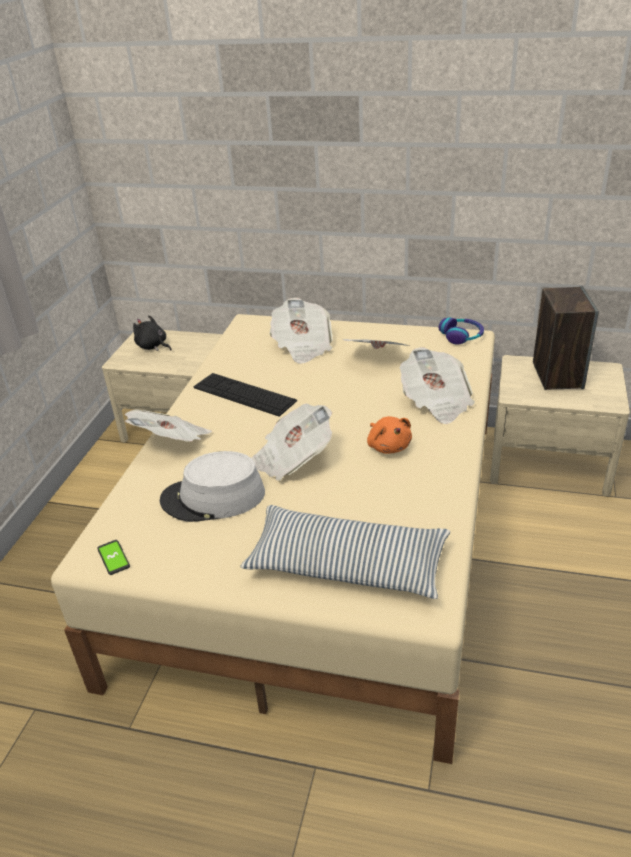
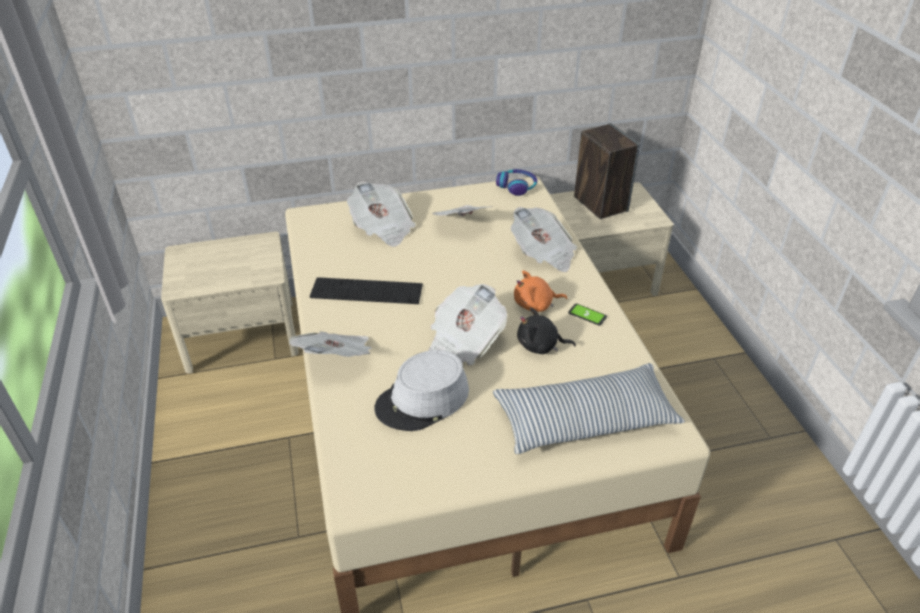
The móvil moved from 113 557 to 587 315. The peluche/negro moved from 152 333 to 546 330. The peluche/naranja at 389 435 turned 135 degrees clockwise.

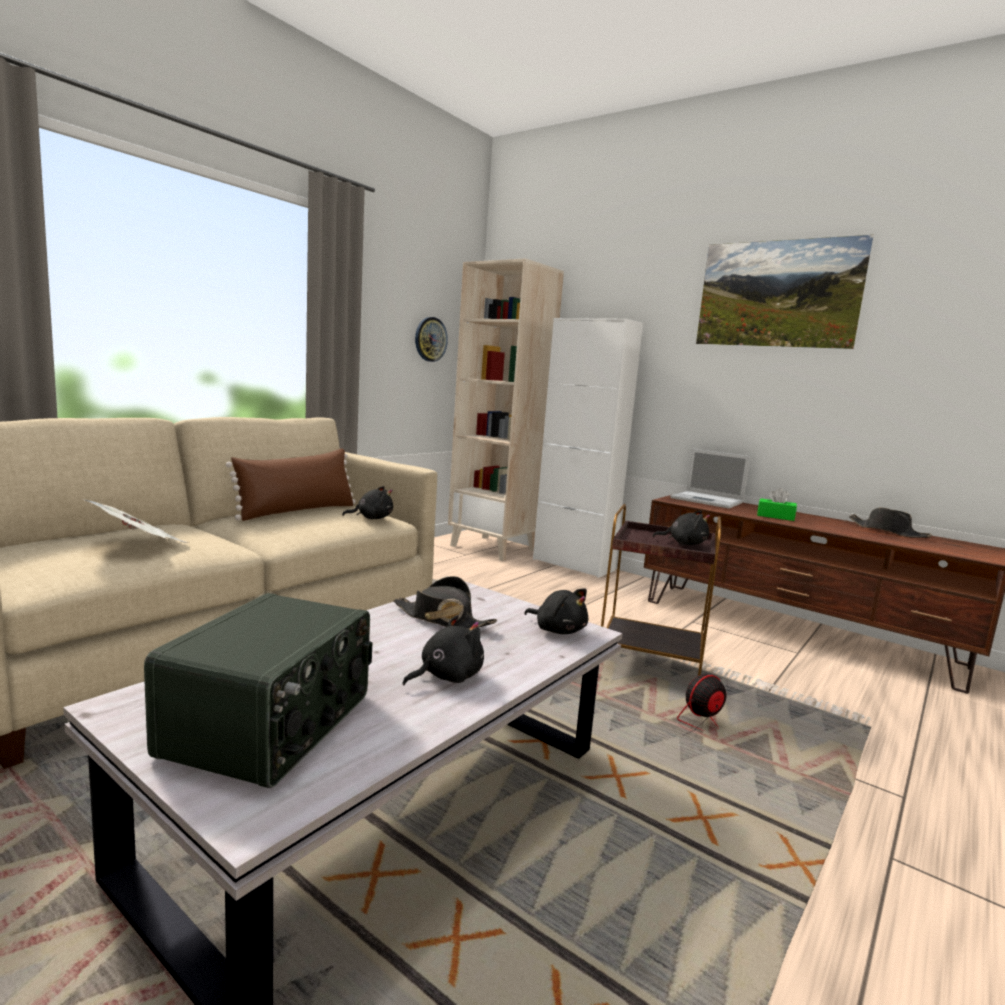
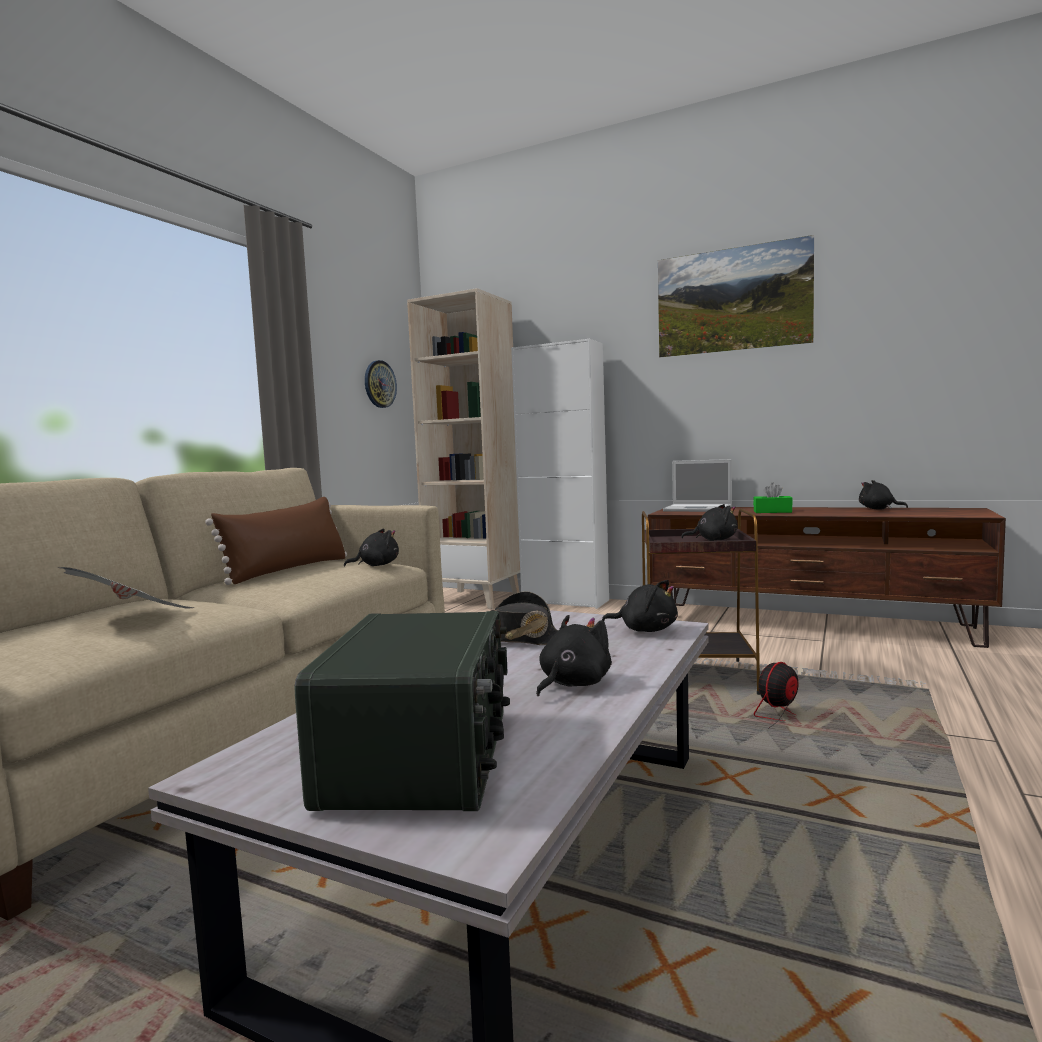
The sombrero/negro at 890 523 was replaced by the peluche/negro at 883 495.

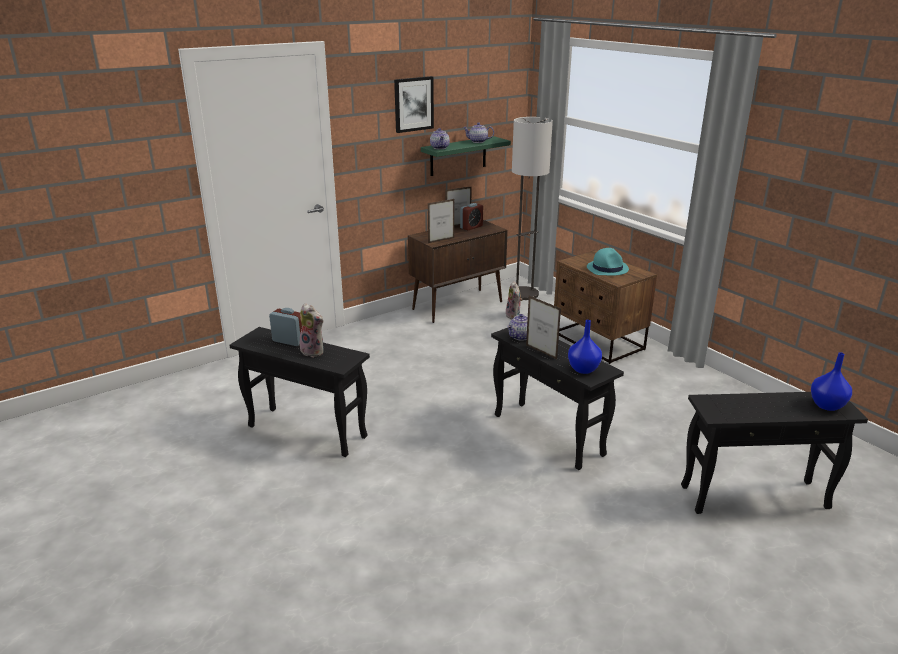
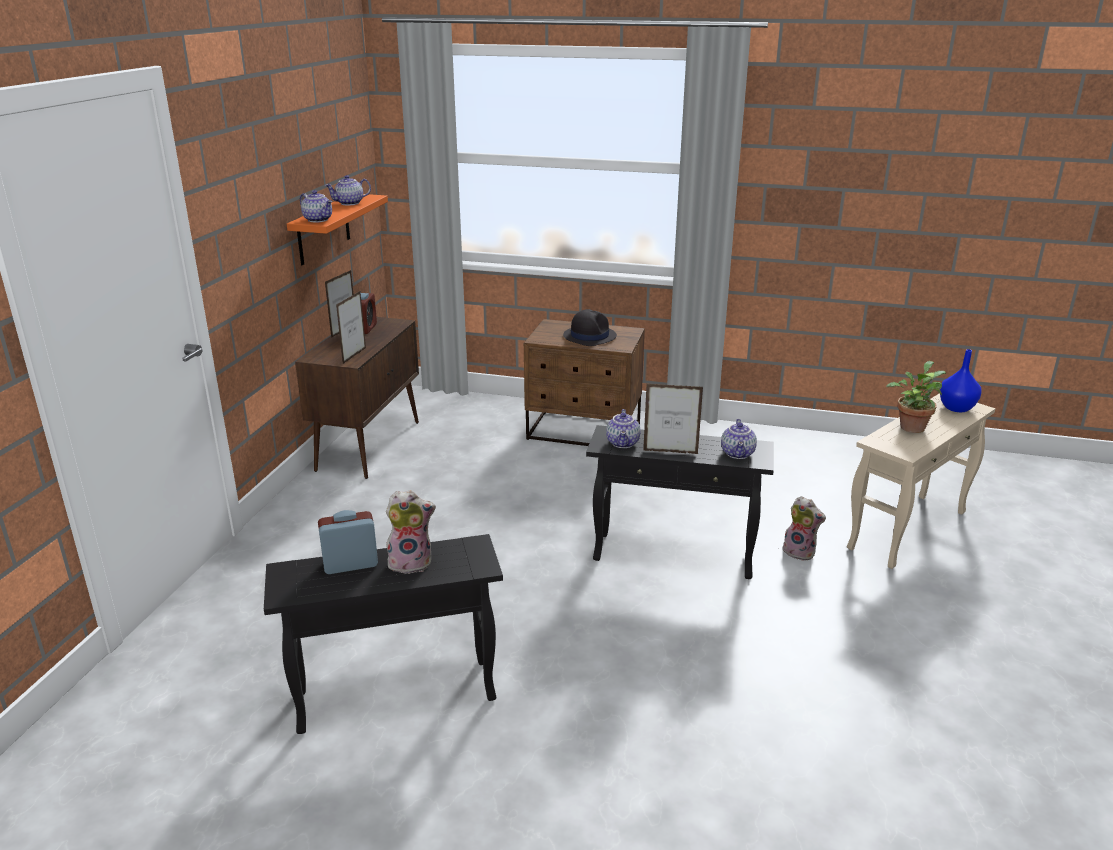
The cuadro at 414 104 disappeared. The lámpara de pie at 532 208 disappeared. The planta en maceta at 916 397 appeared. The peluche moved from 514 300 to 804 528. The florero/azul at 585 347 was replaced by the tetera at 739 439. The estante/verde at 466 156 became the estante/naranja at 337 229. The sombrero/turquesa at 608 262 became the sombrero/negro at 590 327. The mesa auxiliar/negro at 774 453 became the mesa auxiliar/beis at 921 481.

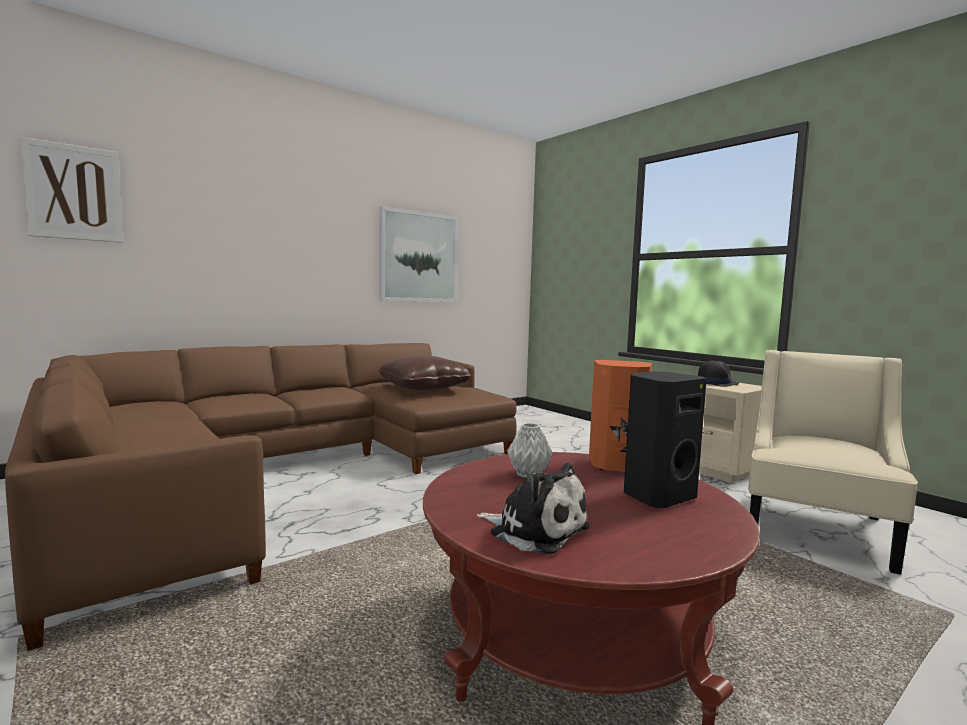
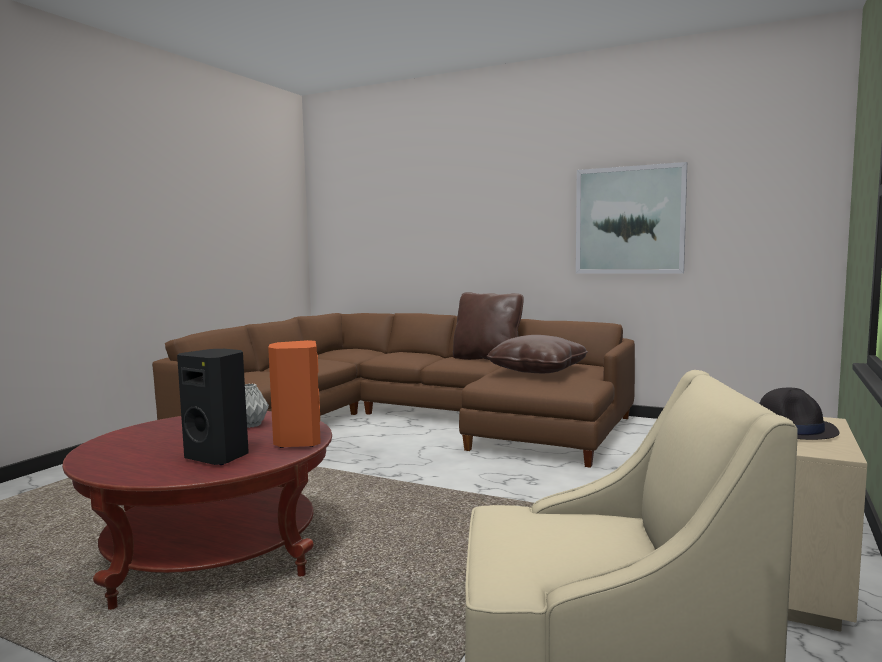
The cuadro at 72 190 disappeared. The peluche at 533 509 disappeared. The cojín/marrón at 488 326 appeared.

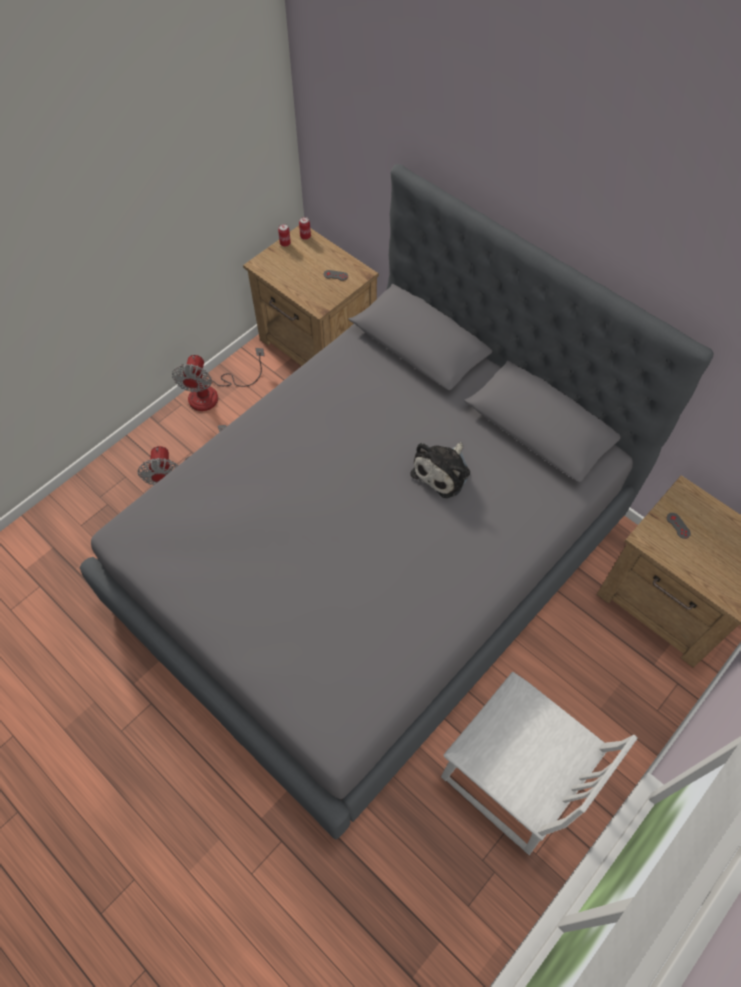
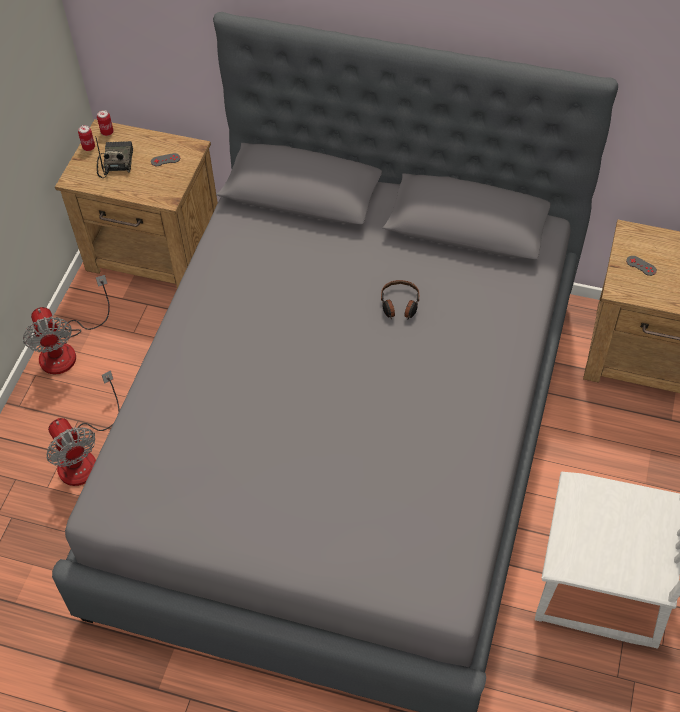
The radio at 114 157 appeared. The peluche at 440 470 was replaced by the auriculares at 400 300.

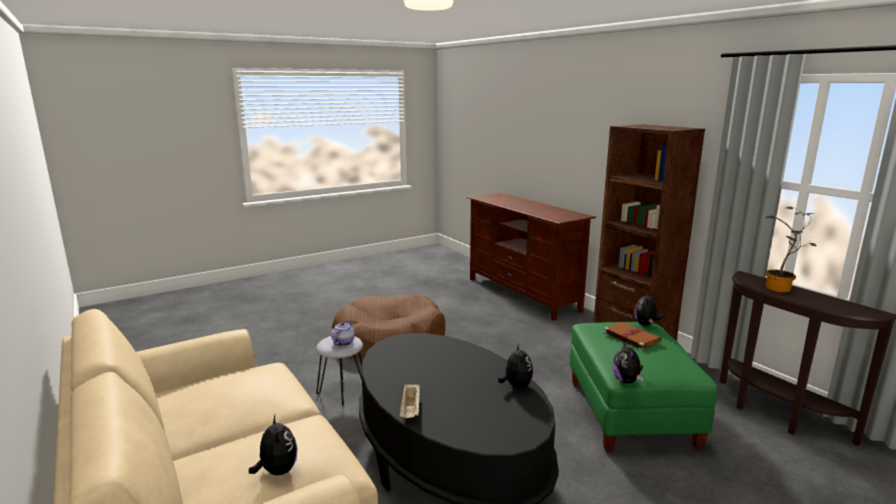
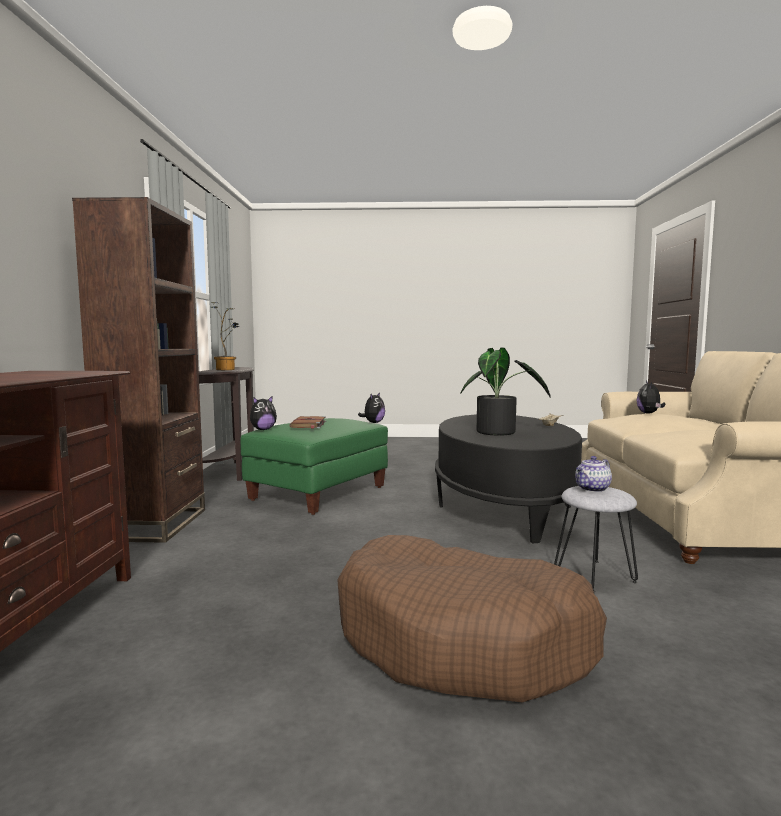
The peluche at 515 366 disappeared. The planta en maceta at 506 392 appeared.

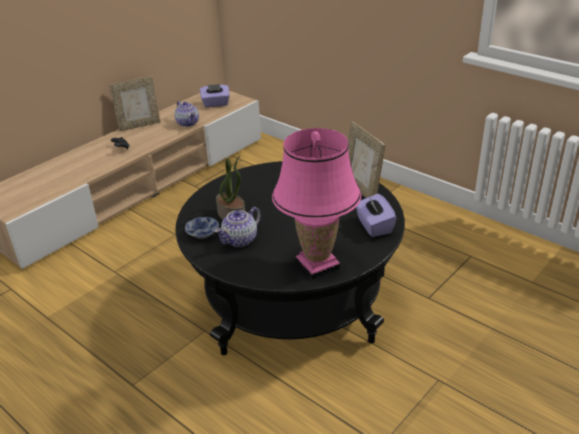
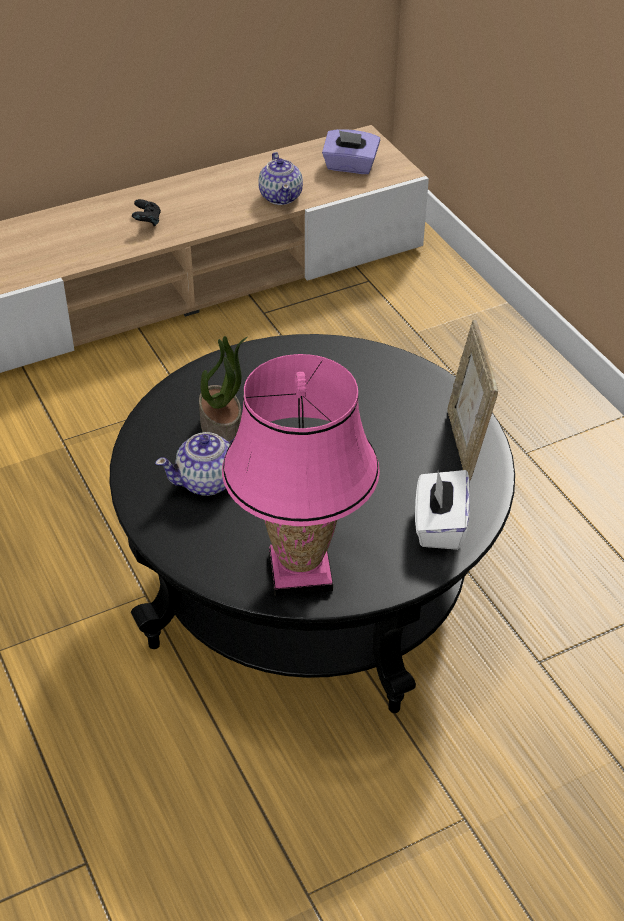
The portarretratos at 135 103 disappeared. The cuenco at 202 228 disappeared. The caja de pañuelos/morado at 376 215 became the caja de pañuelos/blanco at 442 510.

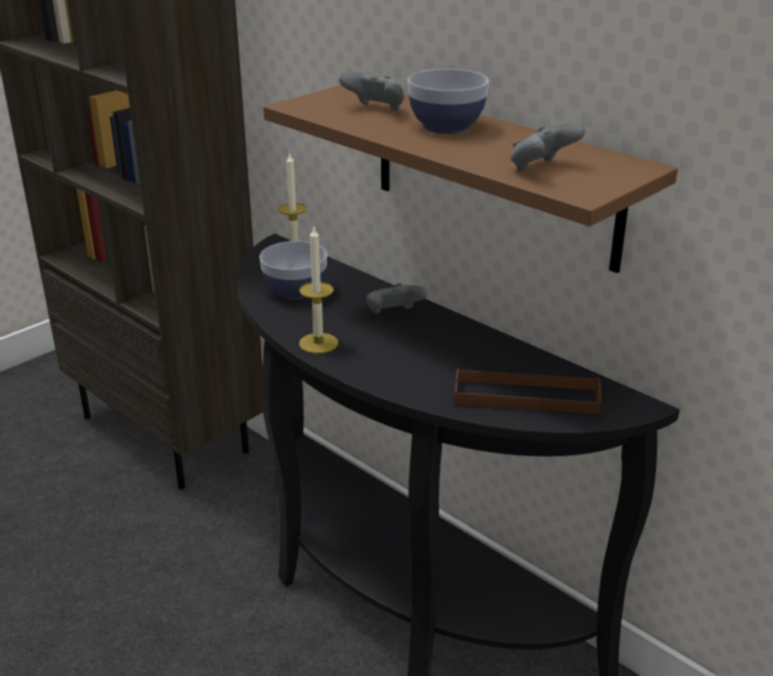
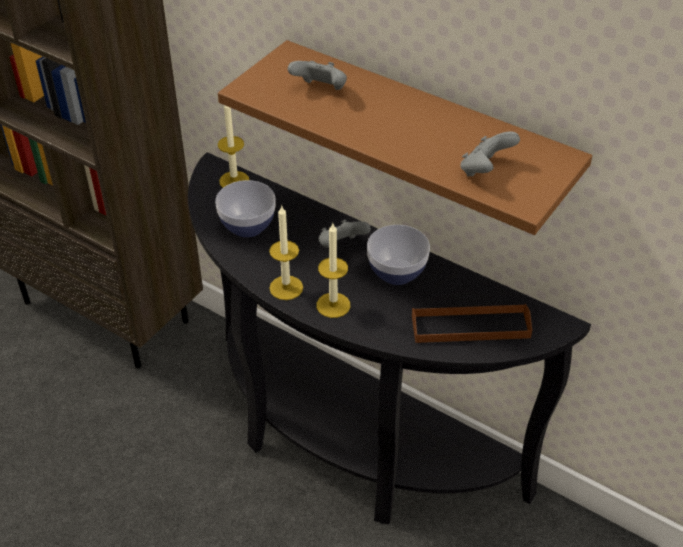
The vela at 333 270 appeared. The cuenco moved from 448 101 to 398 255.

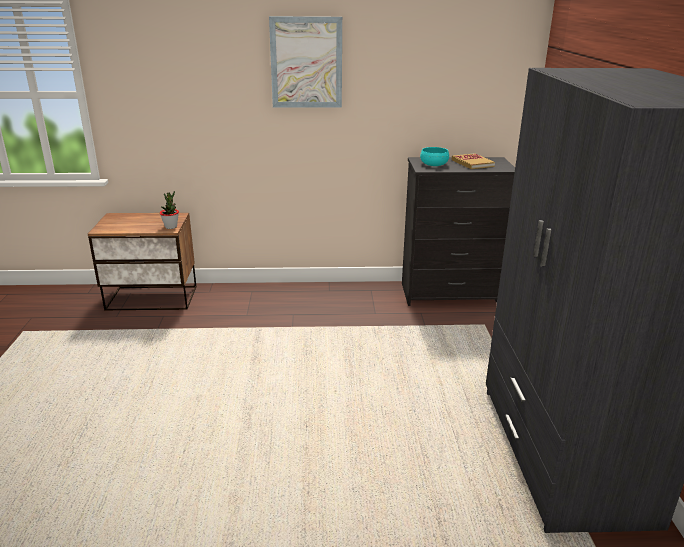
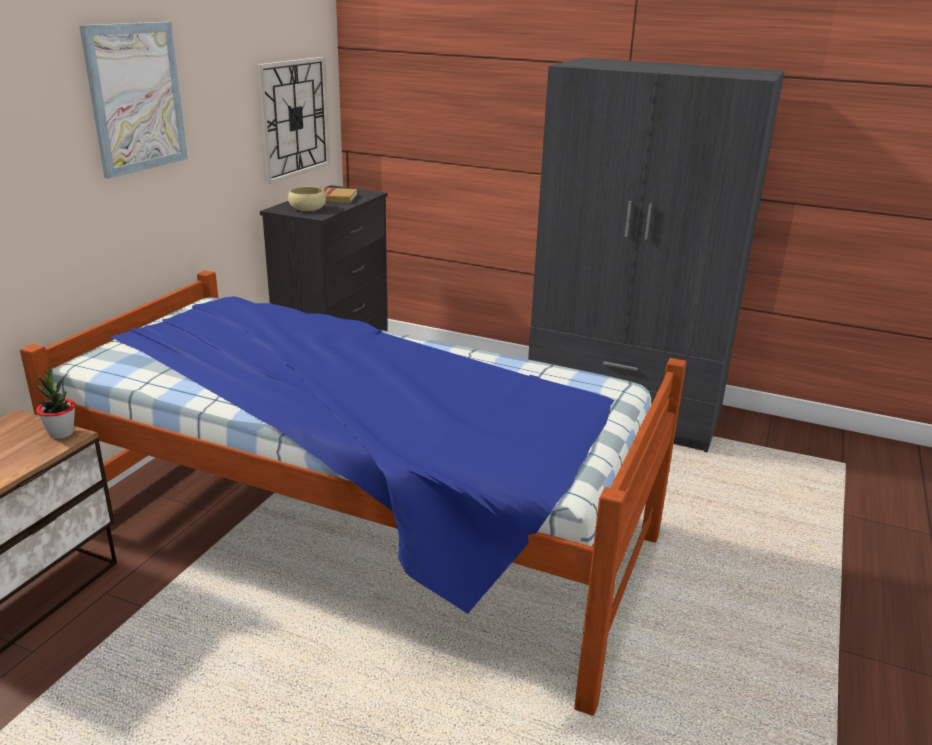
The cama at 353 493 appeared. The reloj de pared at 293 120 appeared. The cuenco/turquesa at 434 156 became the cuenco/beis at 307 199.

